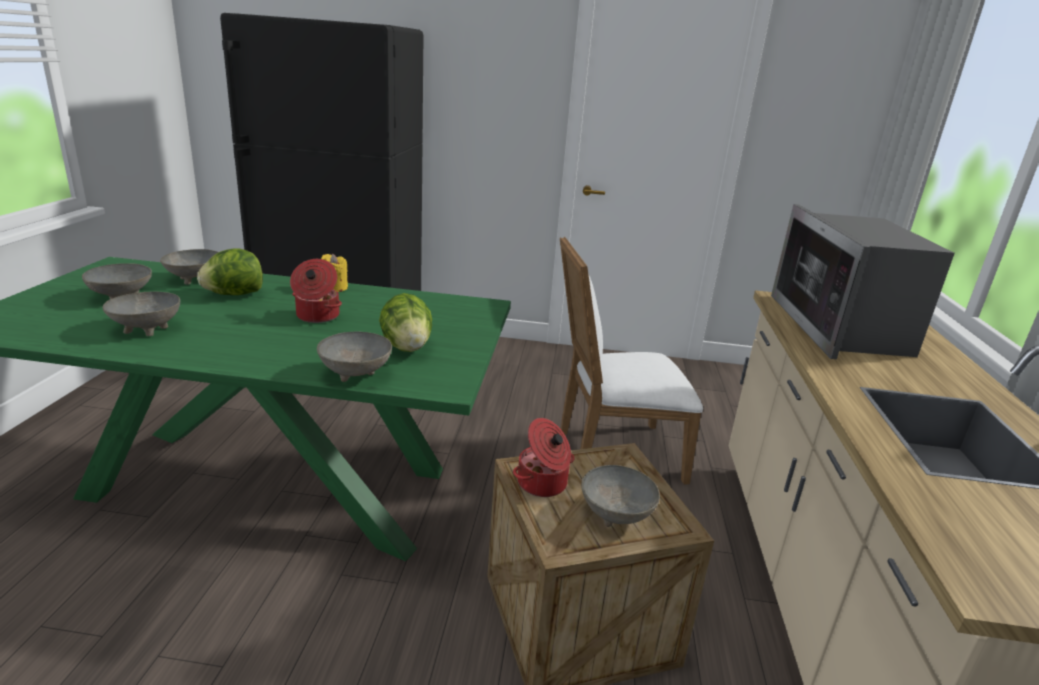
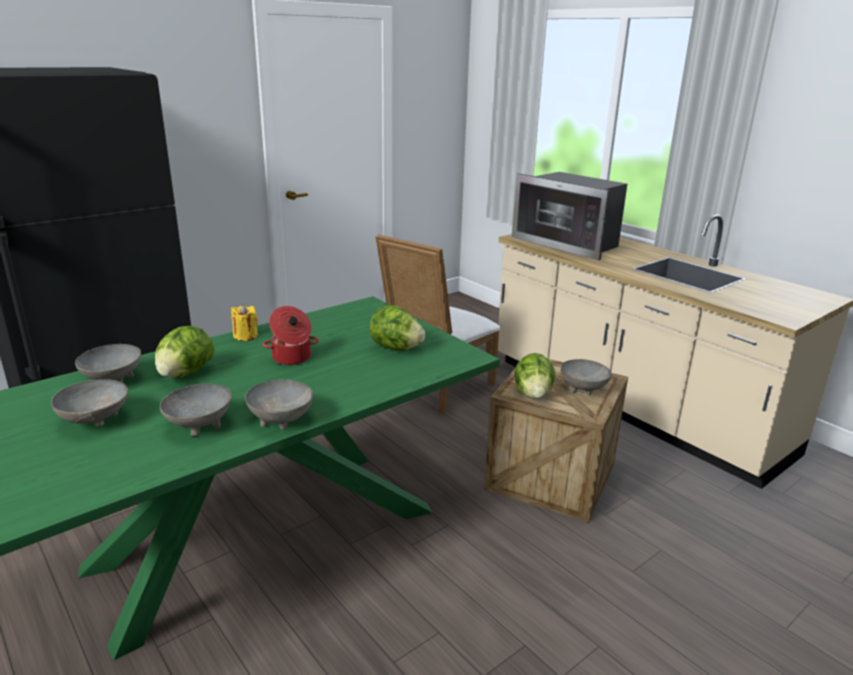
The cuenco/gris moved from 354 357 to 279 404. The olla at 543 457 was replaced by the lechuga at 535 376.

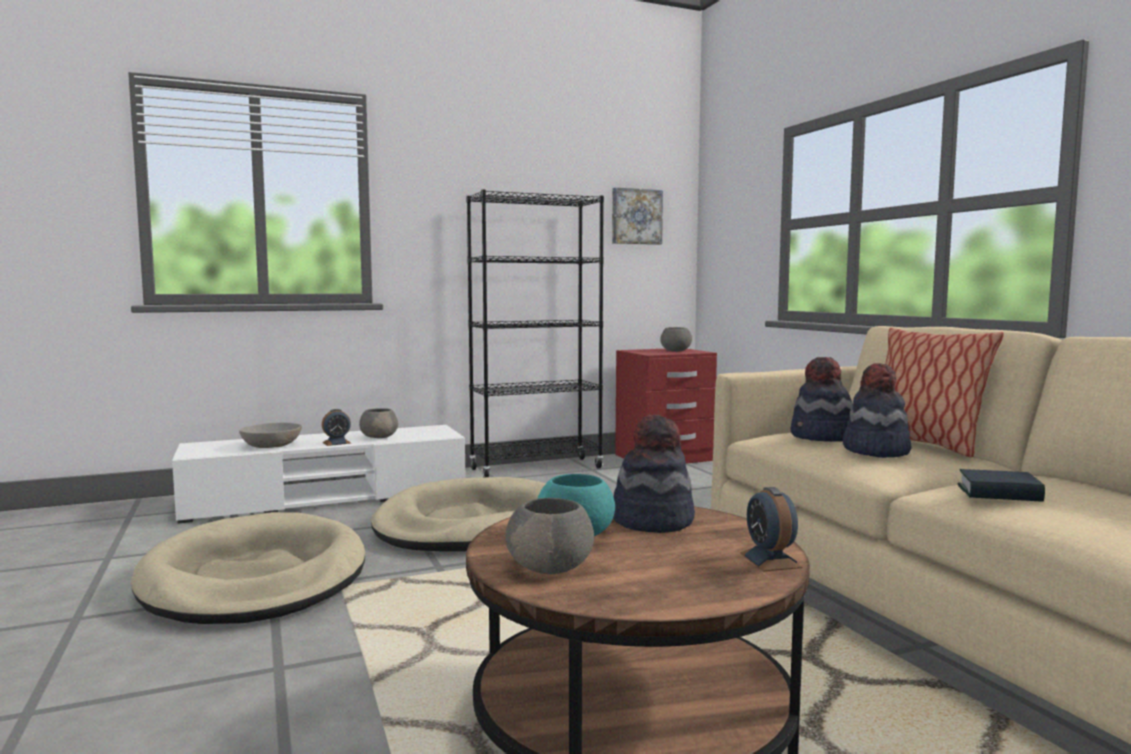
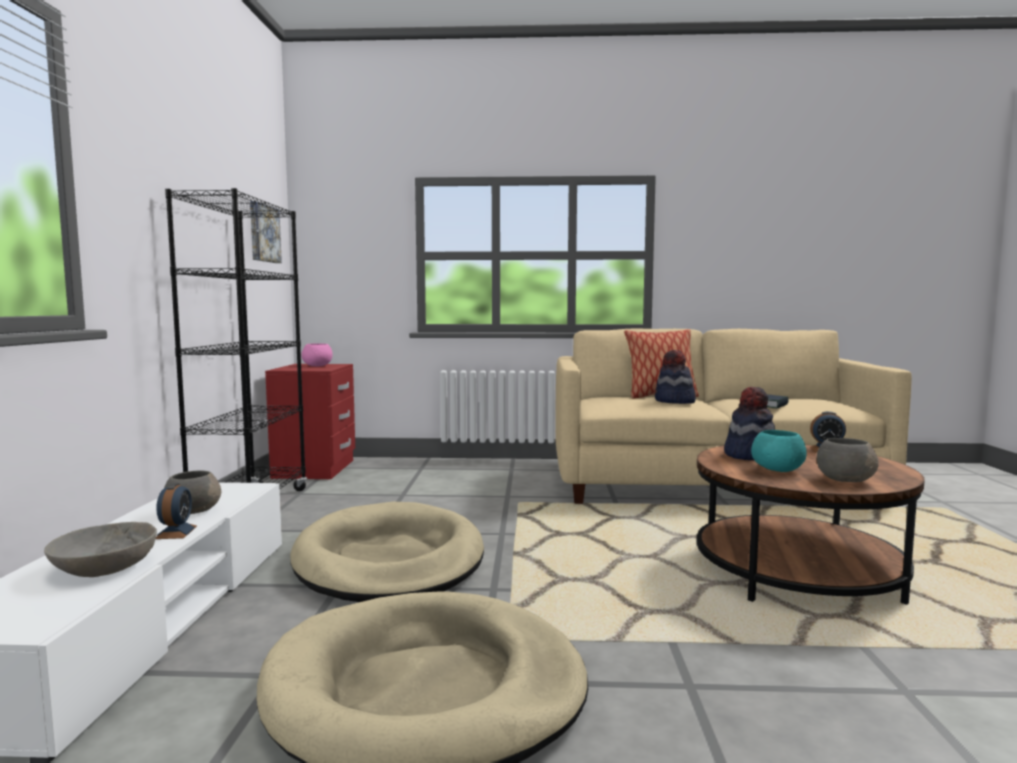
The sombrero at 821 399 disappeared. The cuenco/gris at 676 339 became the cuenco/rosa at 317 355.

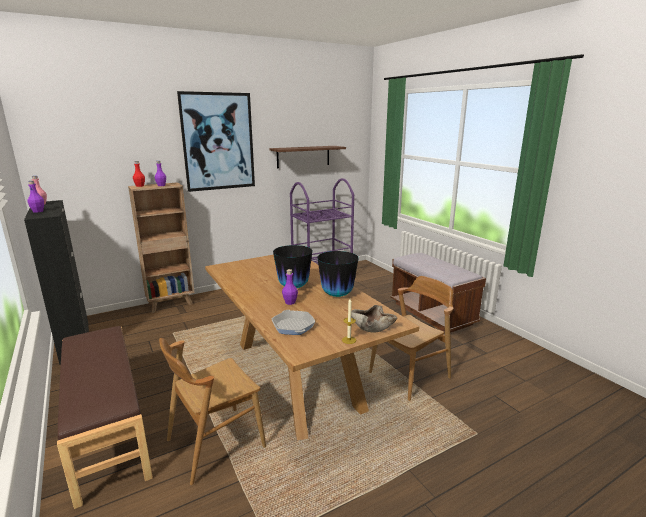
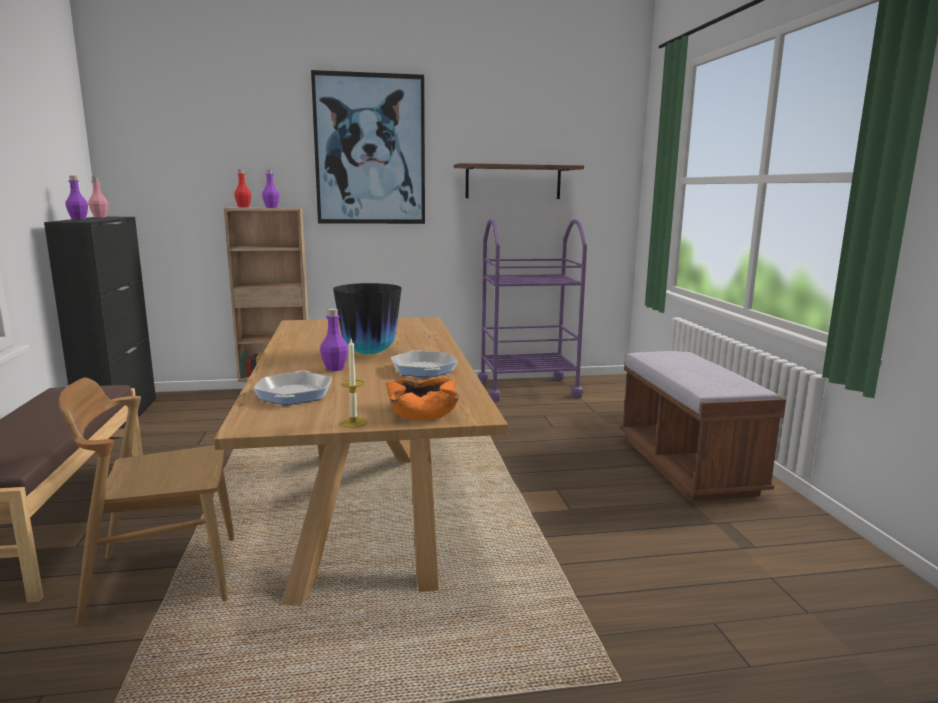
The silla/marrón at 411 338 disappeared. The florero at 338 274 was replaced by the sartén at 424 363. The cuenco/beis at 374 319 became the cuenco/naranja at 422 398.

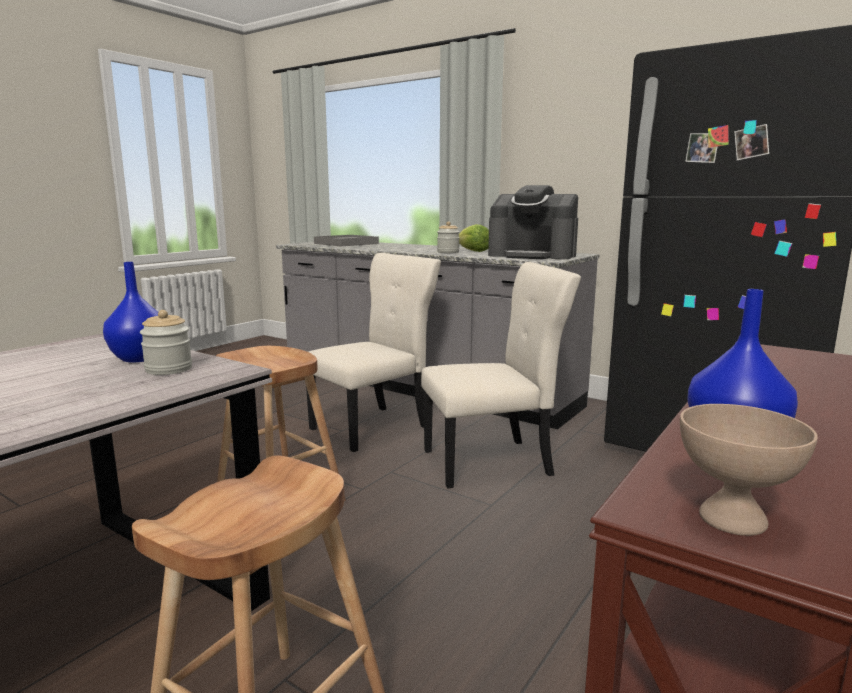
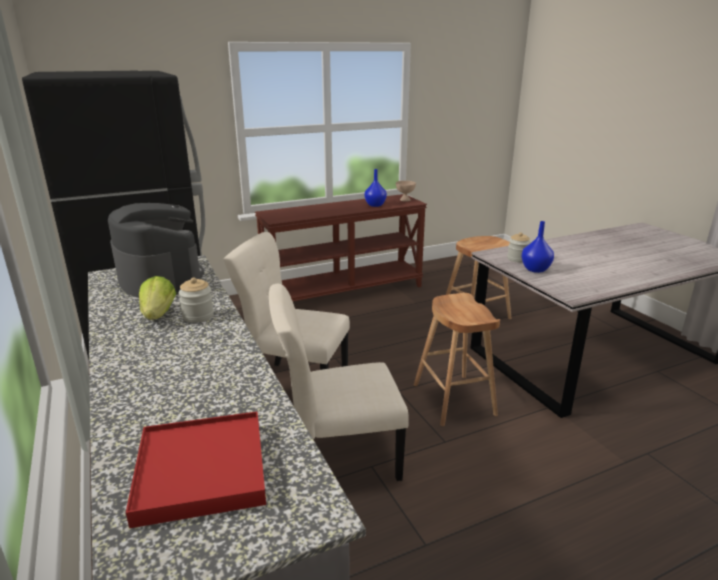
The bandeja/gris at 346 240 became the bandeja/rojo at 196 470.

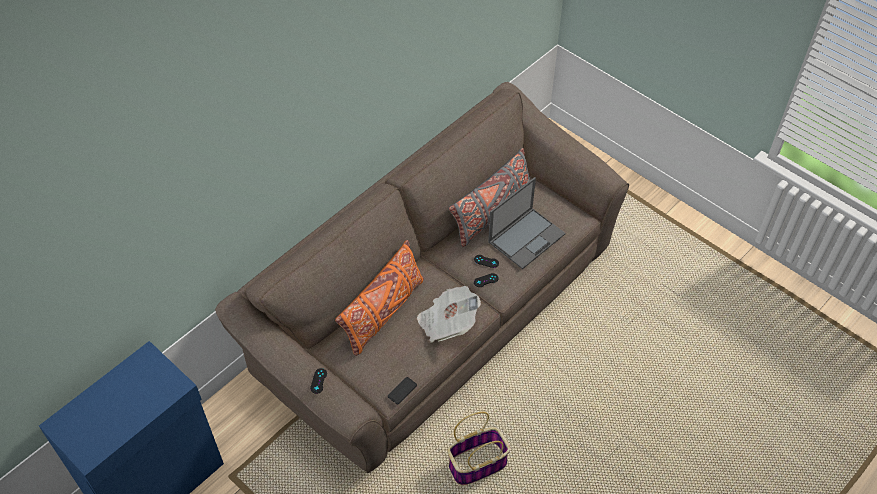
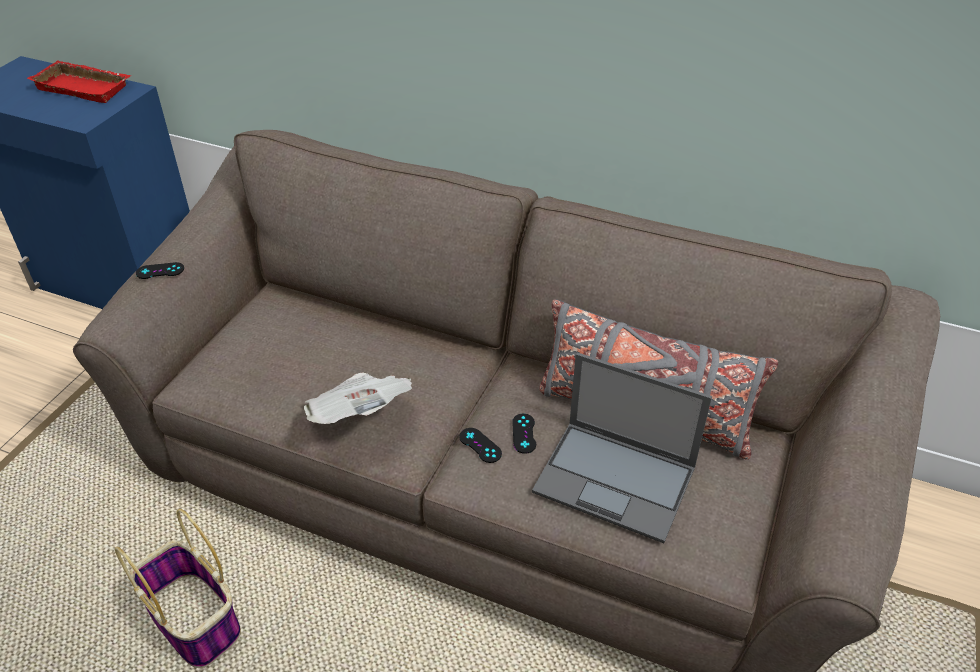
The cojín/naranja at 379 298 disappeared. The móvil at 402 390 disappeared. The bandeja/rojo at 79 81 appeared.

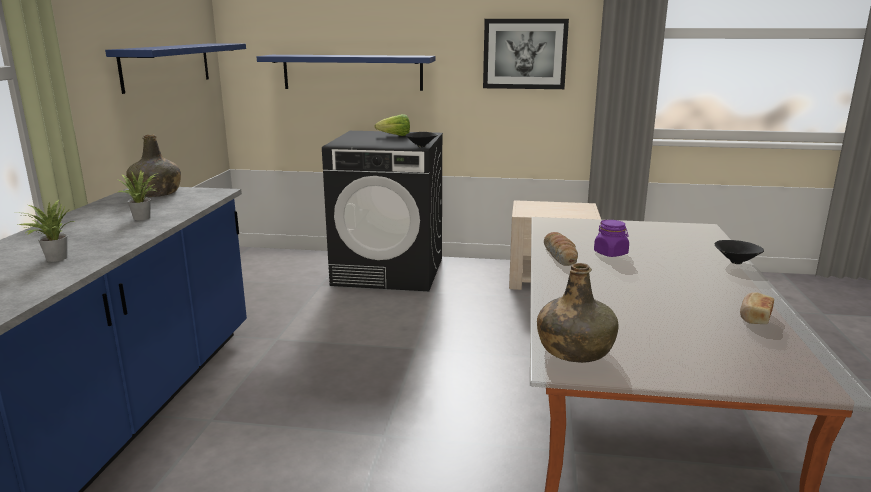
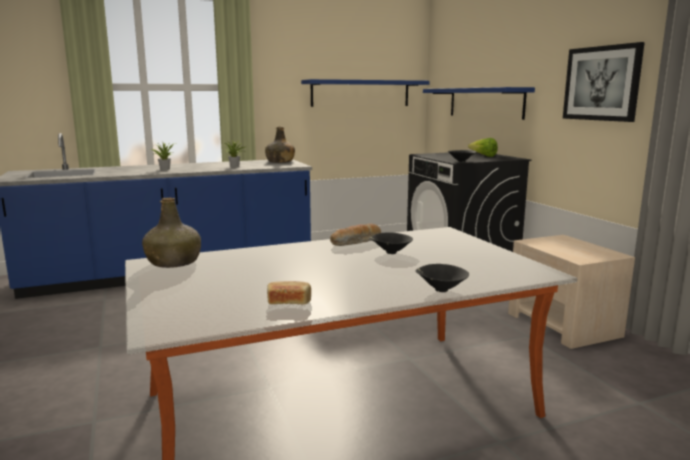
The tarro/morado at 611 238 was replaced by the cuenco/negro at 391 243.

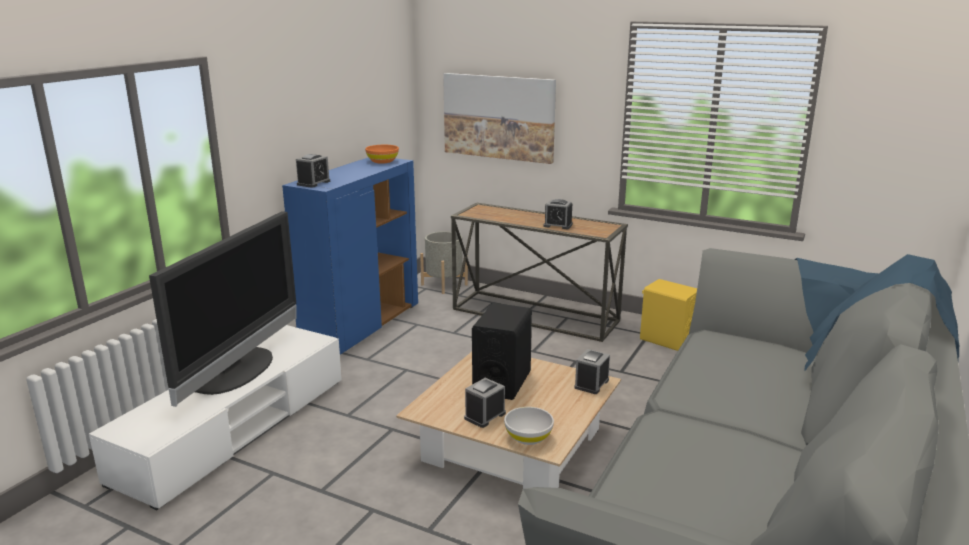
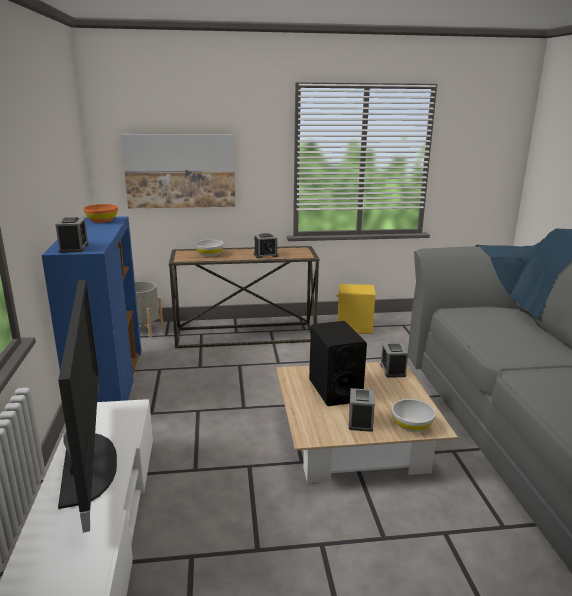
The cuenco/blanco at 209 248 appeared.

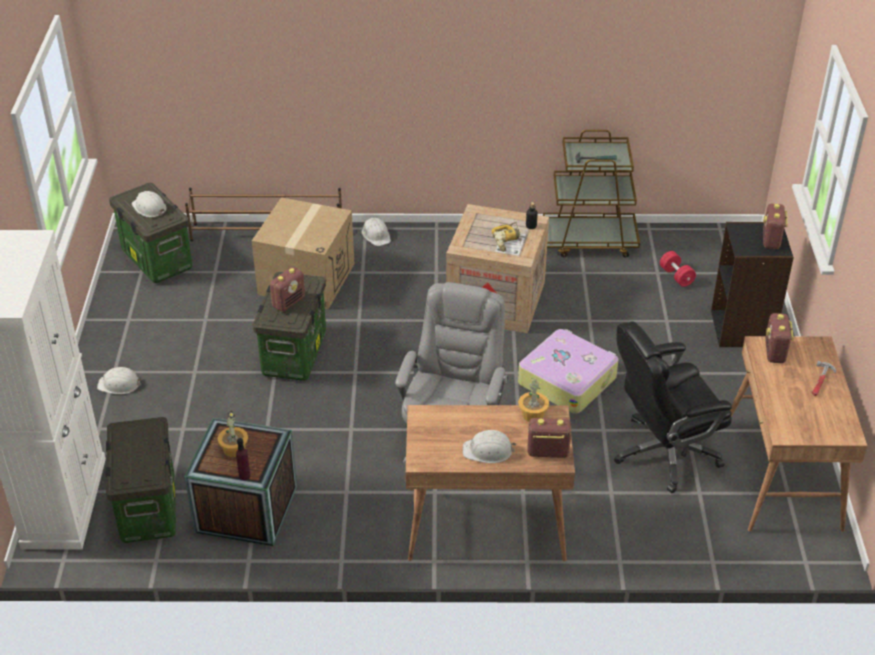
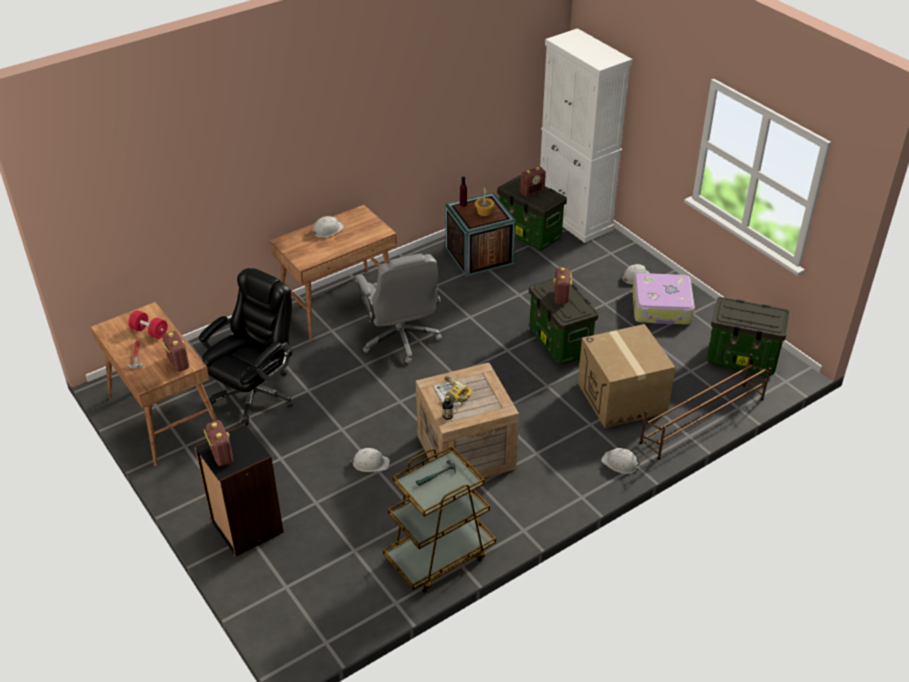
The planta en maceta at 533 400 disappeared. The casco/blanco moved from 149 204 to 370 460. The maleta moved from 568 371 to 663 298. The radio moved from 549 438 to 533 181. The mancuerna/rojo moved from 678 269 to 148 324.

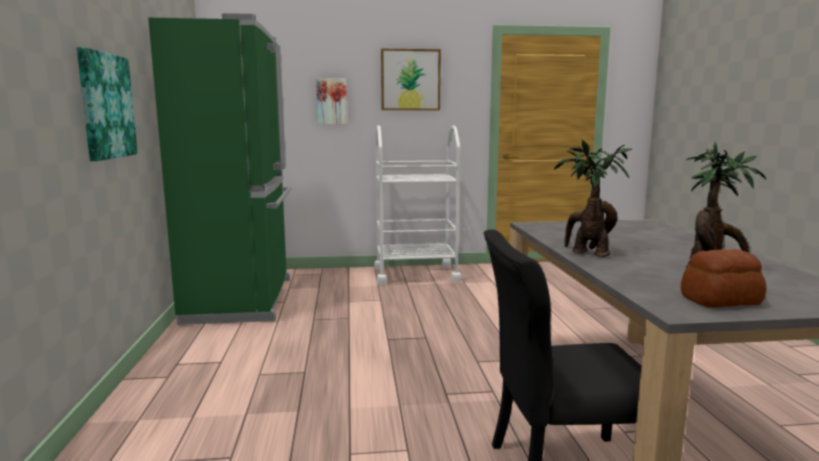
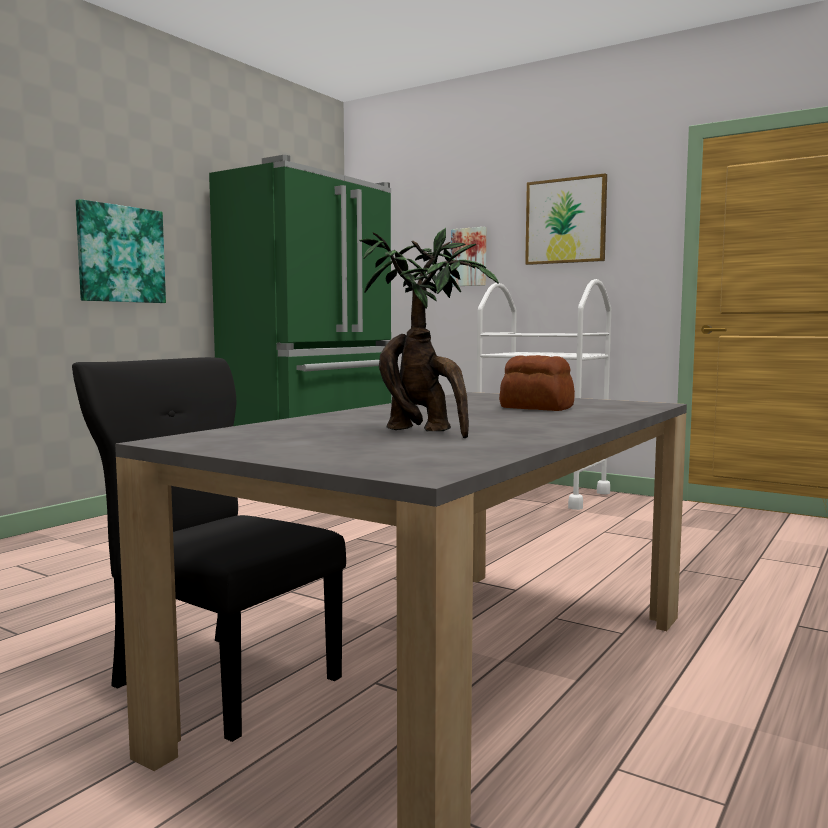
The planta en maceta at 593 198 disappeared. The pan moved from 723 278 to 537 383.

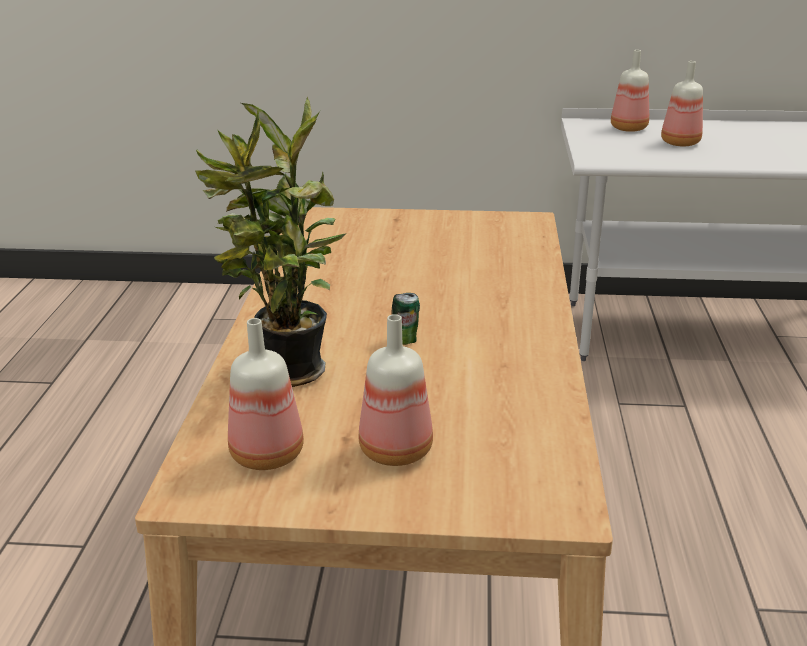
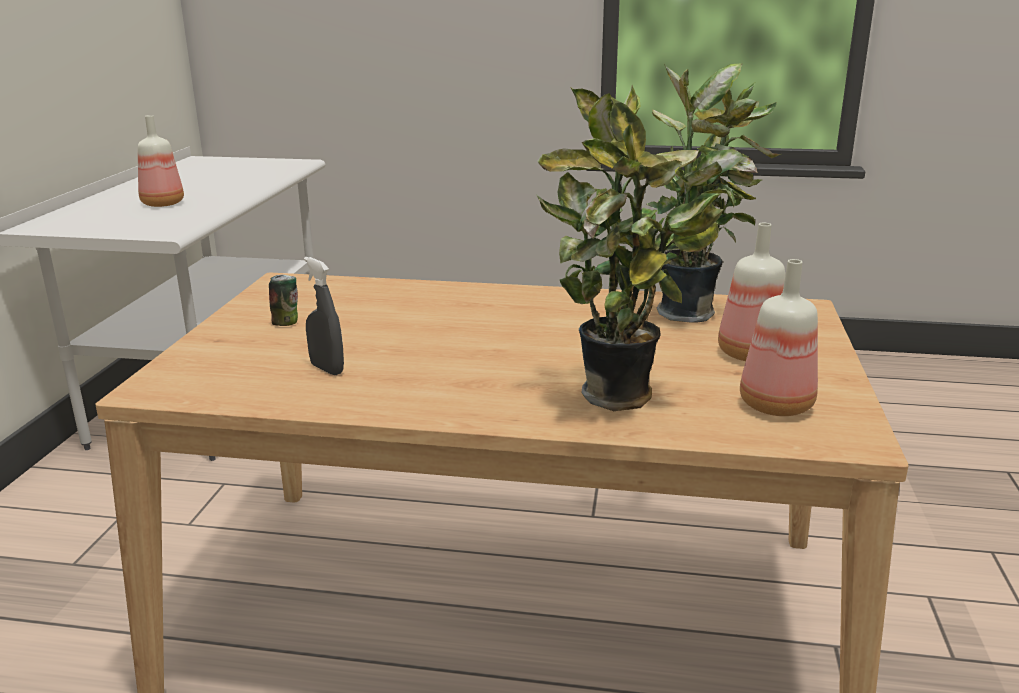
The botella at 630 91 disappeared. The pulverizador/gris at 324 316 appeared. The planta en maceta at 714 193 appeared. The lata moved from 405 319 to 283 300.

